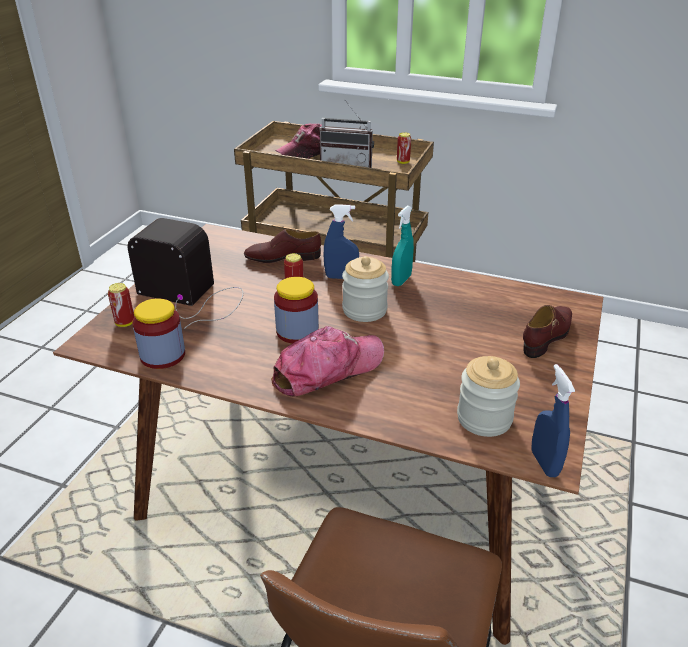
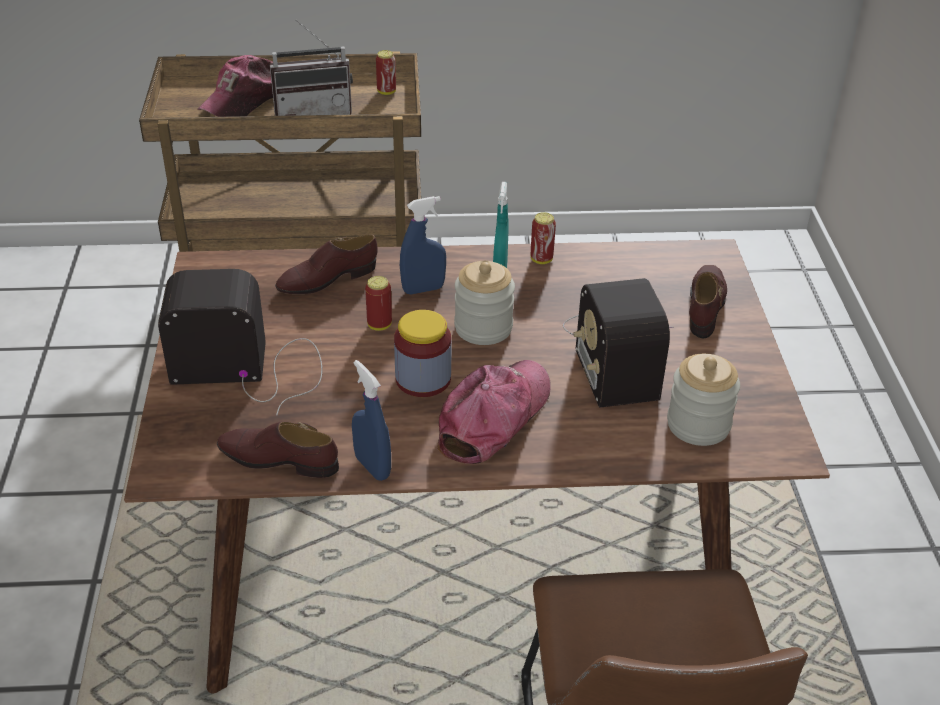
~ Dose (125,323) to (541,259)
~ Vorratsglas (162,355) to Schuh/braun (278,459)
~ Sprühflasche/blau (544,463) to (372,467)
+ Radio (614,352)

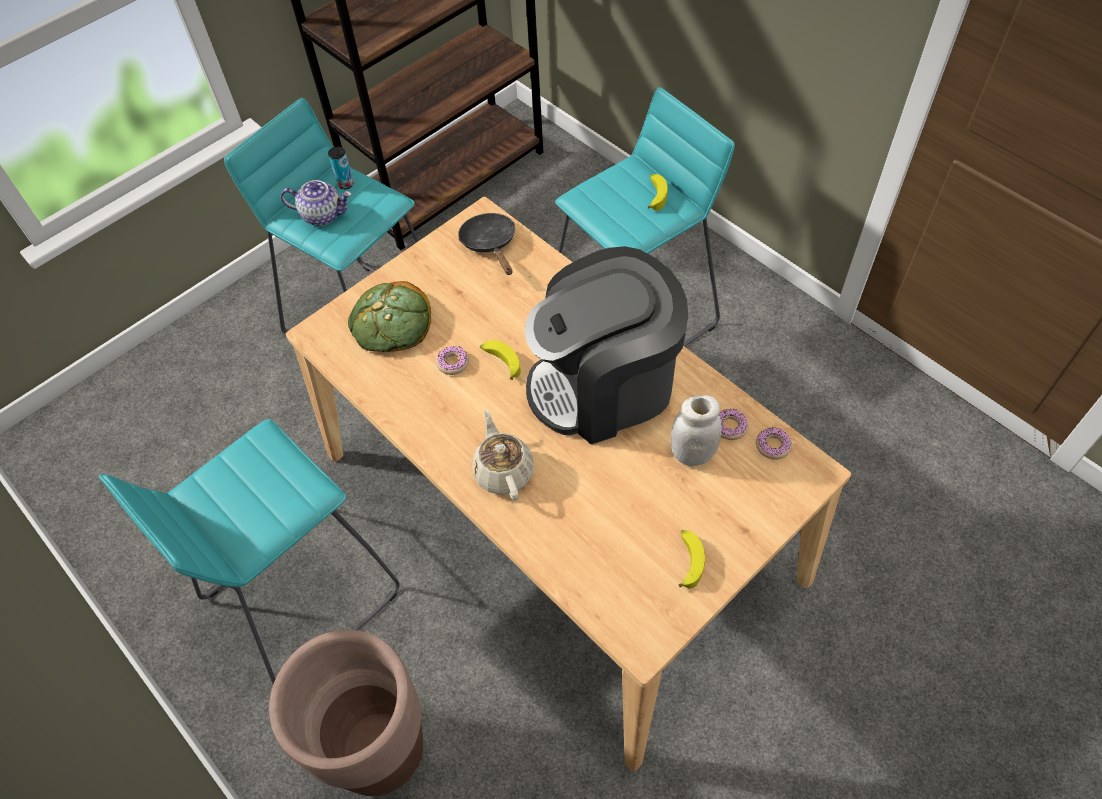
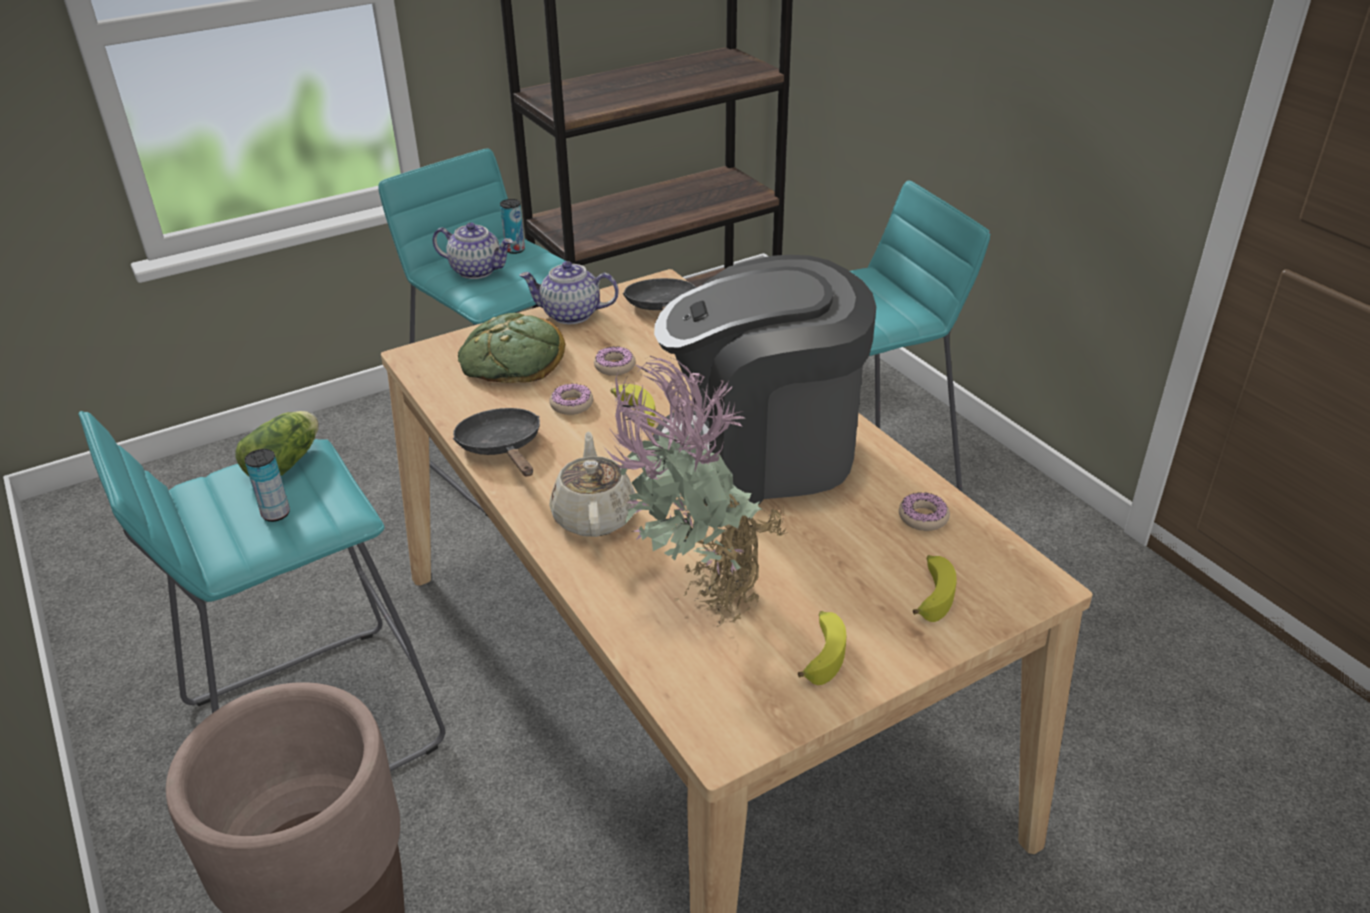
~ Banane (655,195) to (931,593)
- Vorratsglas/weiß (692,453)
~ Donut (773,446) to (615,366)
+ Salatkopf (287,461)
+ Dose (276,514)
+ Pfanne/schwarz (502,448)
+ Teekanne (570,315)
+ Topfpflanze (695,595)

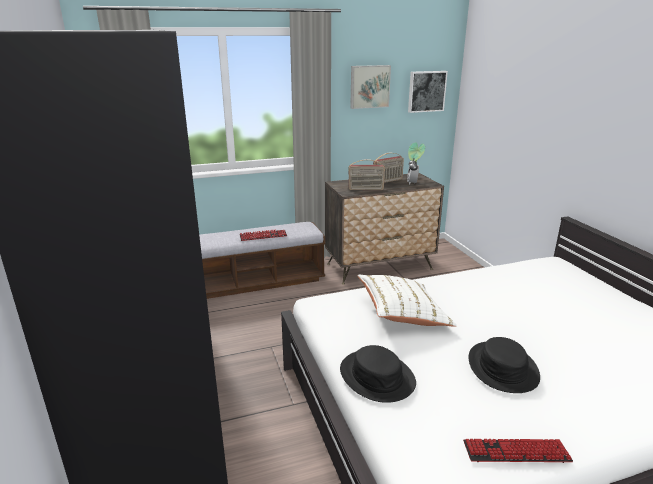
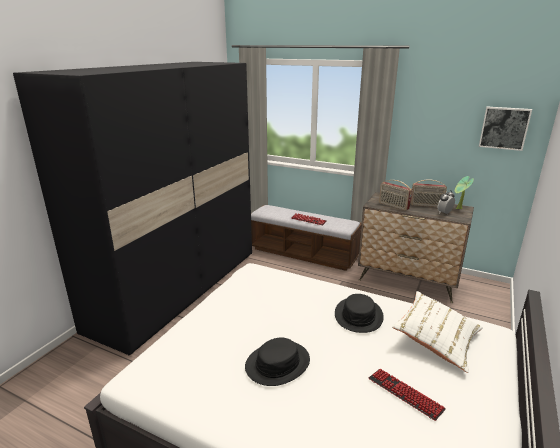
~ Hut/schwarz (377,376) to (358,315)
- Bild (369,86)
~ Kissen/weiß (402,314) to (436,340)
~ Tastatur (516,452) to (405,394)

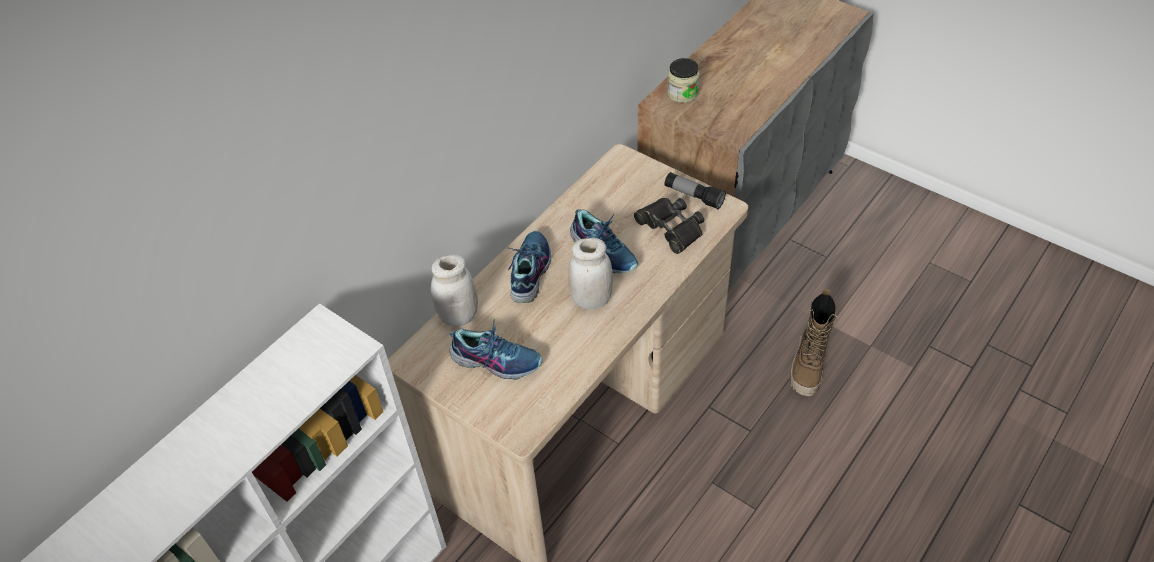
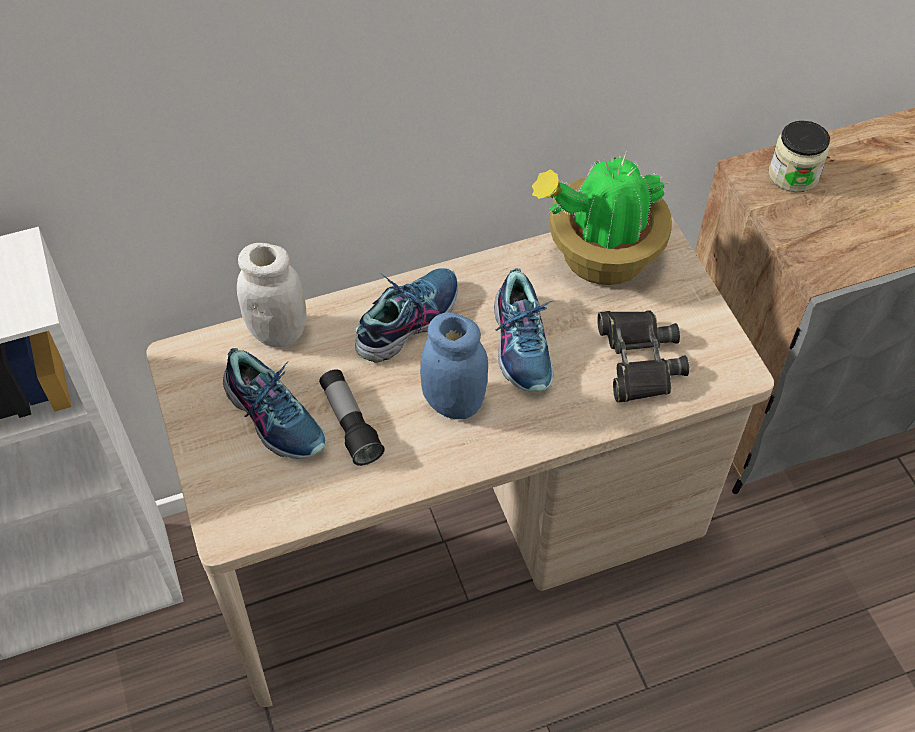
~ Vorratsglas/weiß (591,300) to Vorratsglas/blau (454,402)
~ Taschenlampe (693,196) to (350,424)
- Stiefel (808,367)
+ Topfpflanze (600,258)

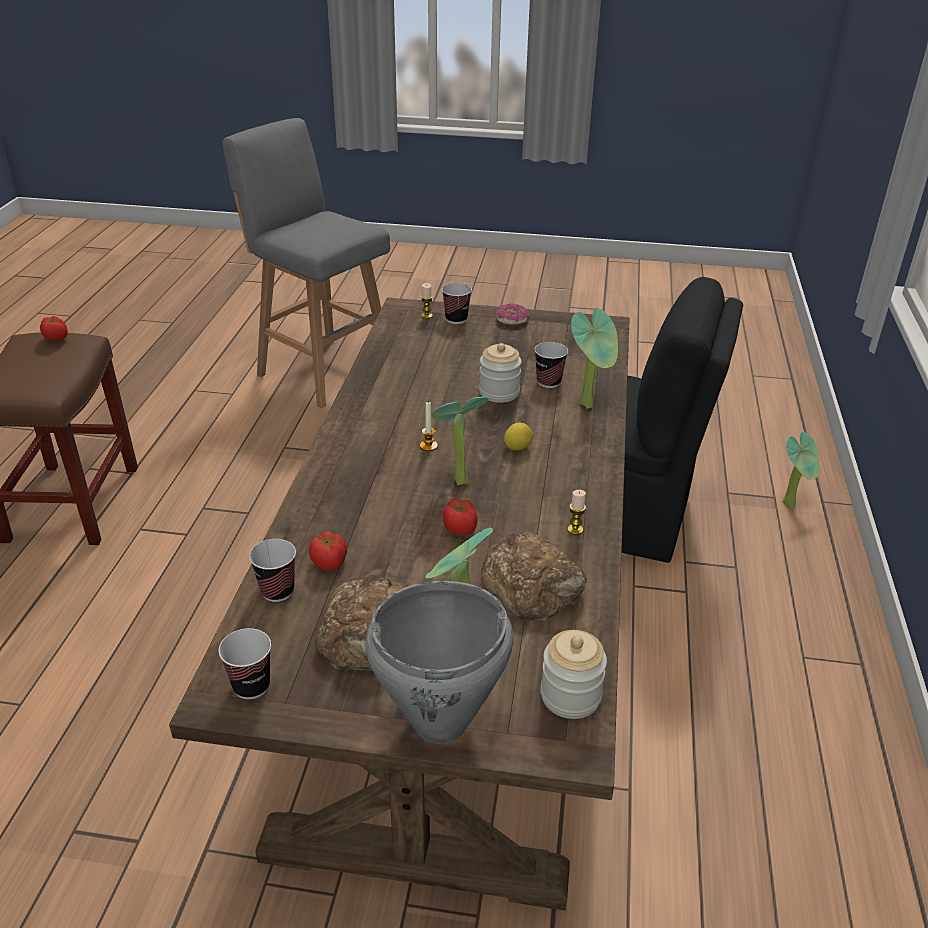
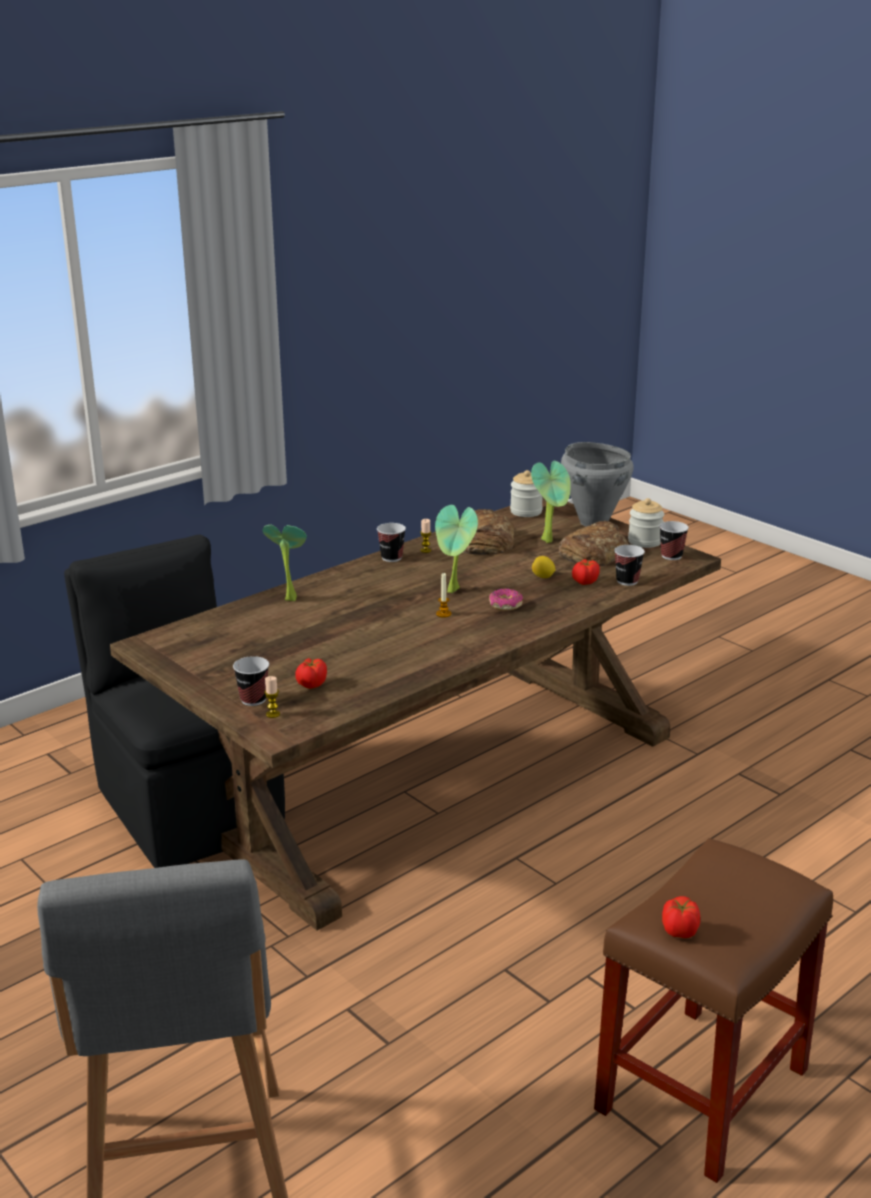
~ Tomate (460,529) to (311,684)
~ Vorratsglas (499,392) to (644,541)
~ Donut (511,319) to (505,605)
~ Zitrone (517,447) to (543,577)
~ Tasse (548,382) to (391,558)
- Topfpflanze (791,504)

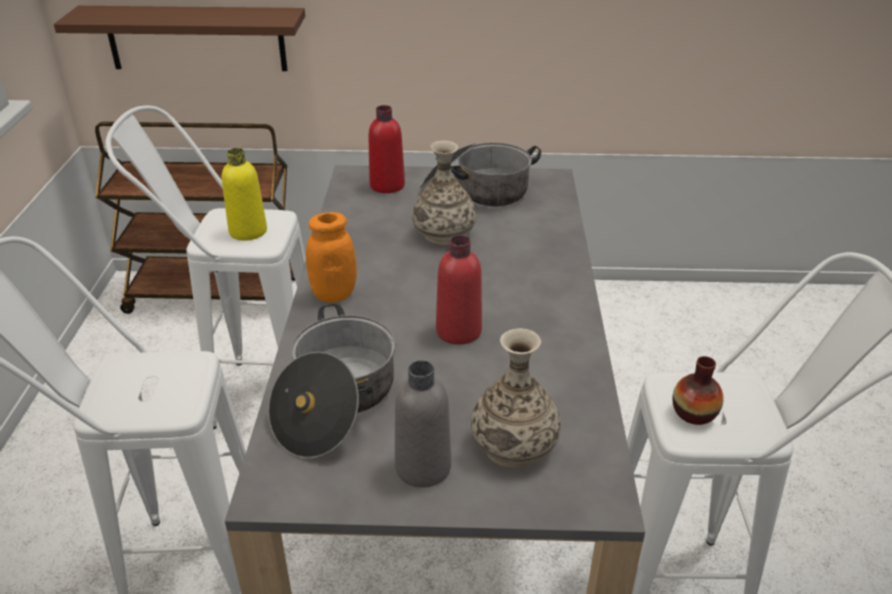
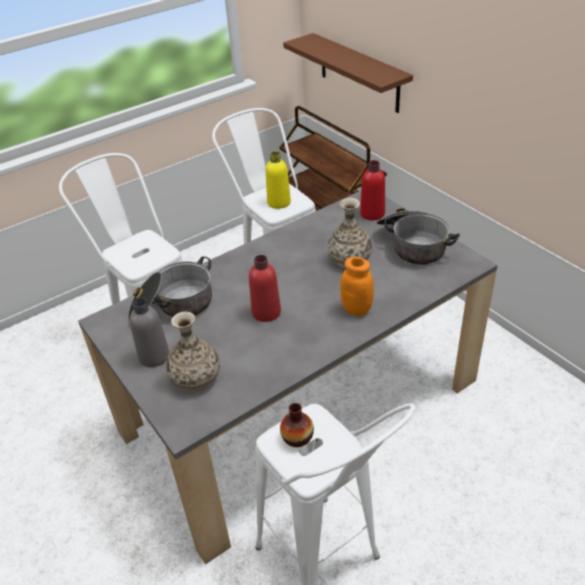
~ Vorratsglas/orange (334,294) to (356,309)

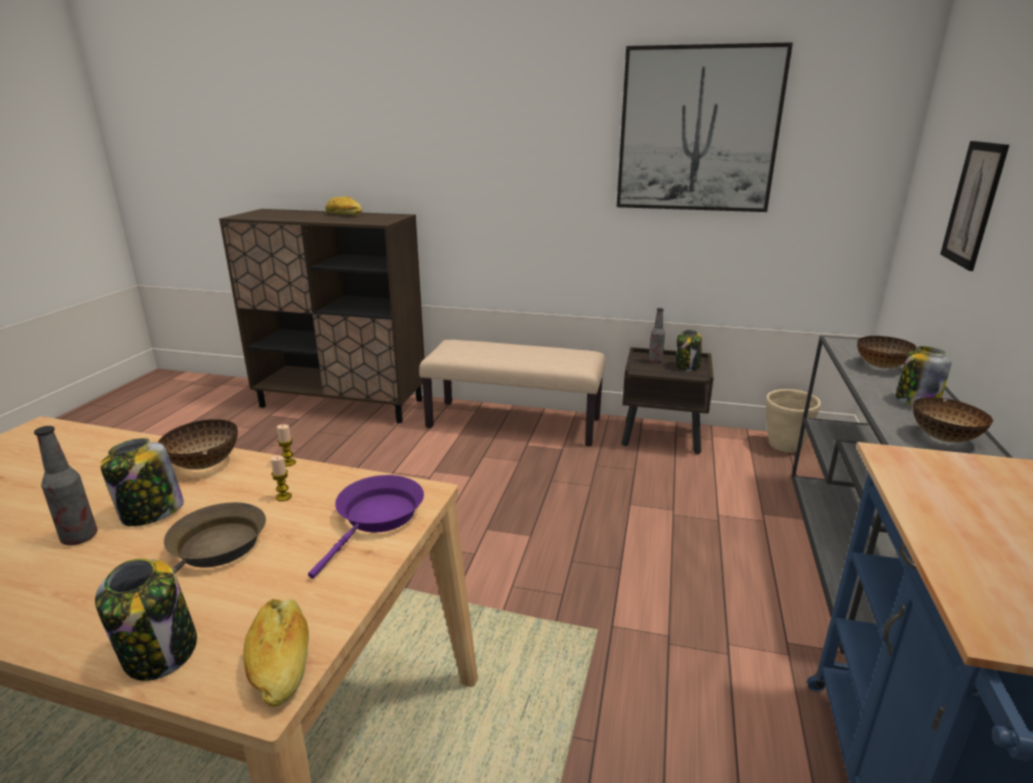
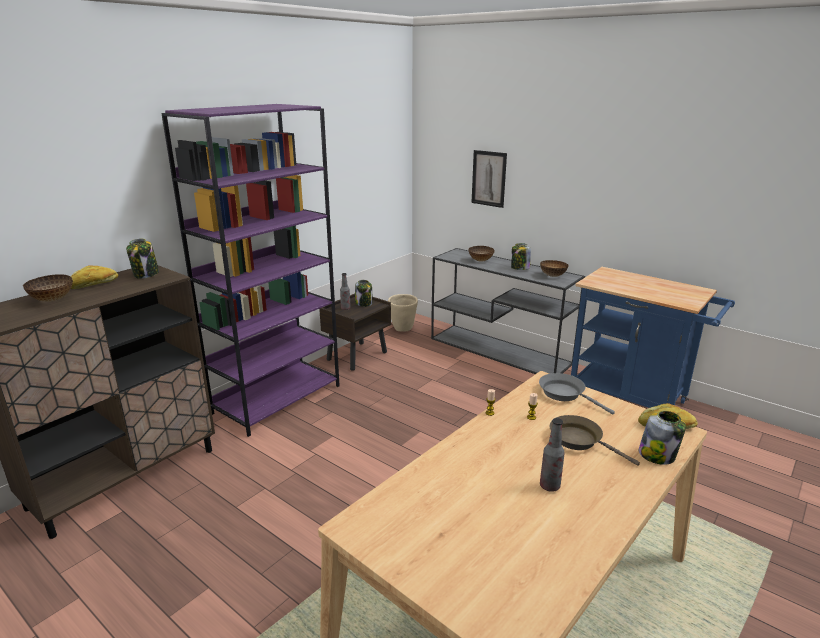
~ Vorratsglas (151,513) to (146,274)
~ Schüssel (203,464) to (52,300)
~ Pfanne/lila (377,518) to Pfanne/grau (565,394)
~ Bank/beige (514,423) to Bücherregal/lila (278,399)
- Bild (698,130)

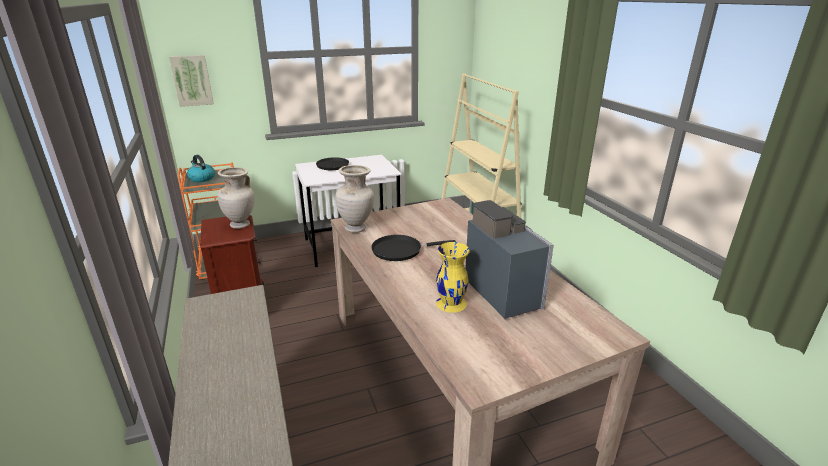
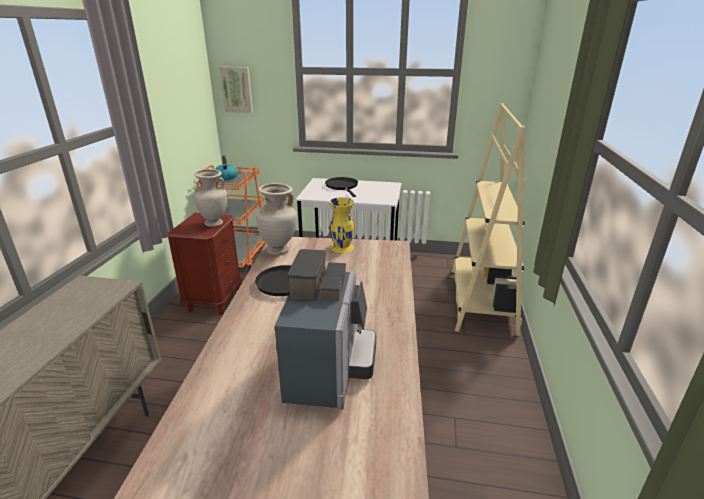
~ Vase/gelb (451,303) to (342,247)

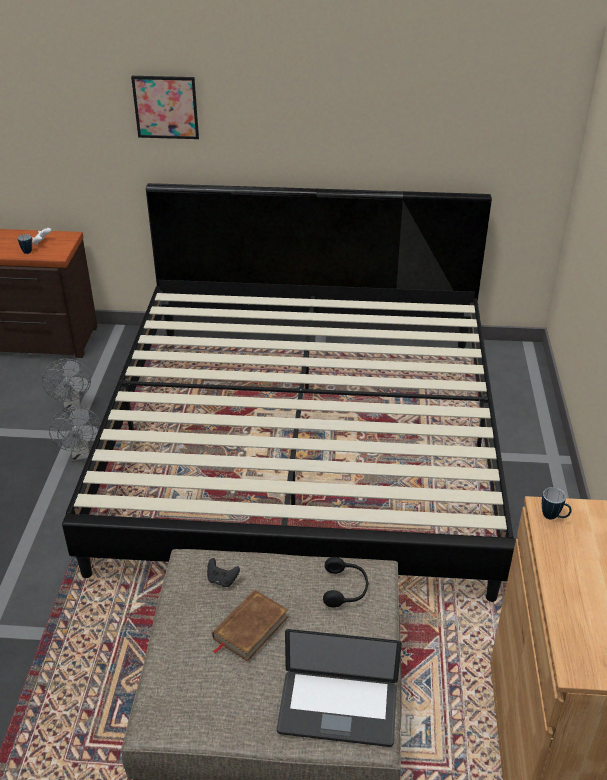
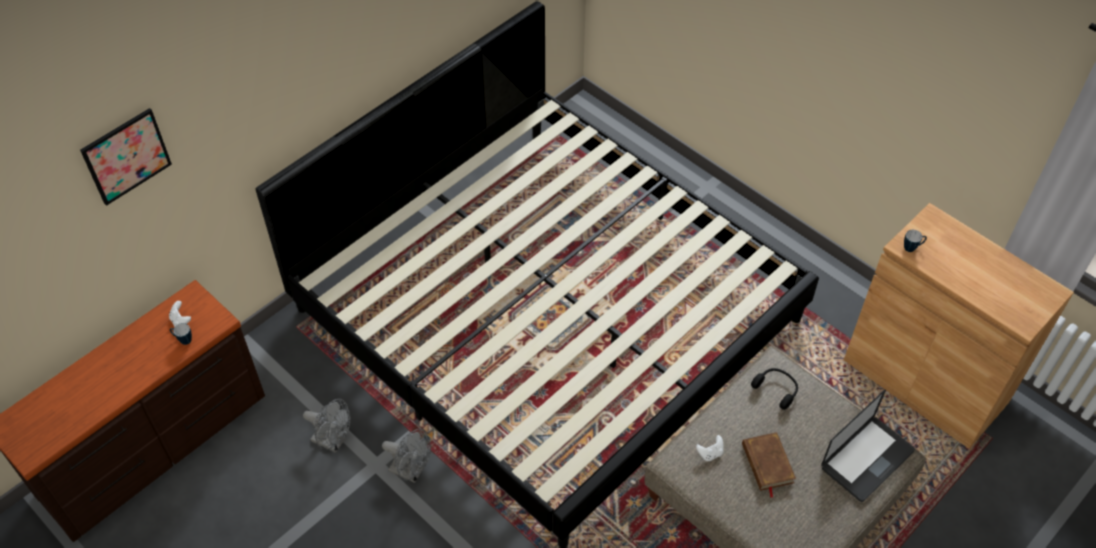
~ Bild (166,107) to (126,156)
~ Gamepad/schwarz (222,580) to Gamepad/weiß (710,453)

